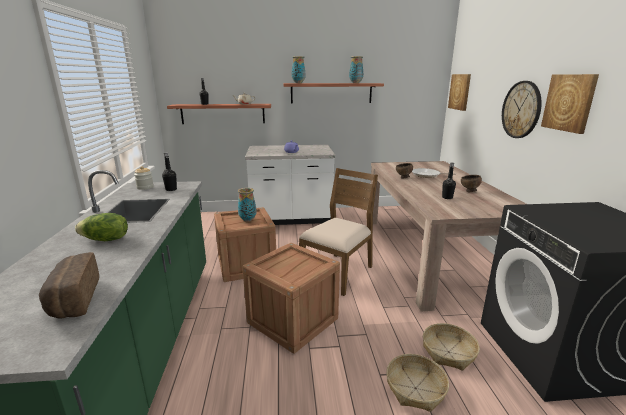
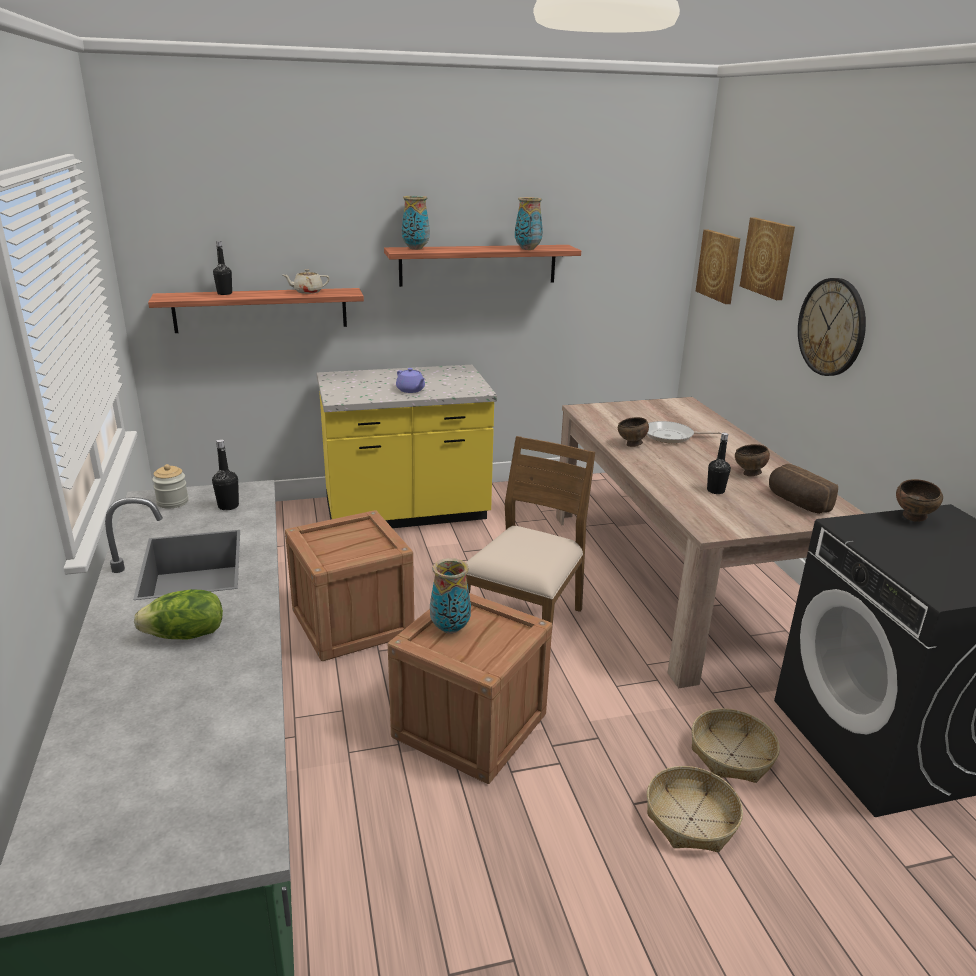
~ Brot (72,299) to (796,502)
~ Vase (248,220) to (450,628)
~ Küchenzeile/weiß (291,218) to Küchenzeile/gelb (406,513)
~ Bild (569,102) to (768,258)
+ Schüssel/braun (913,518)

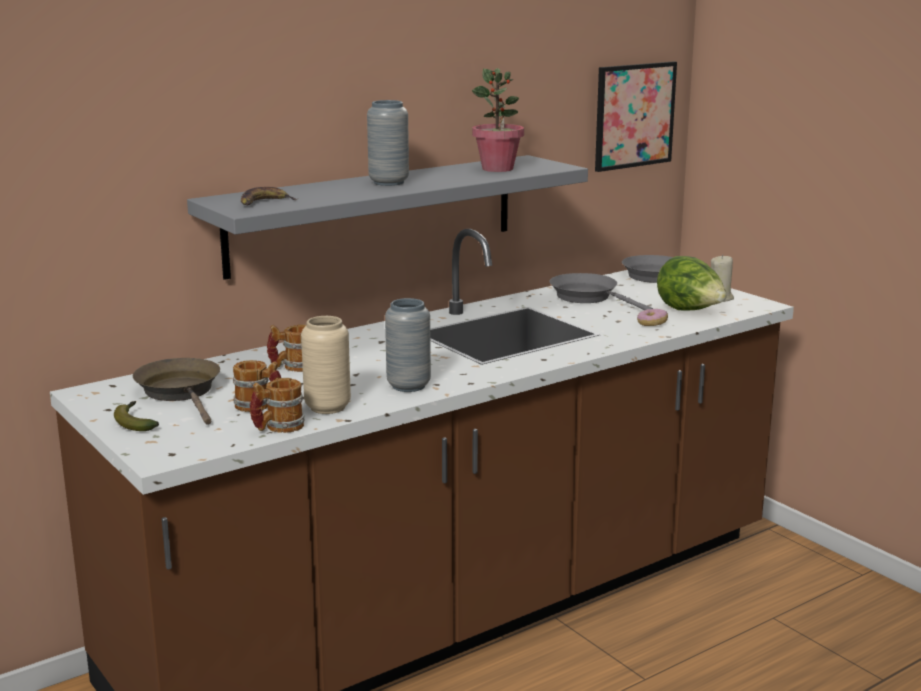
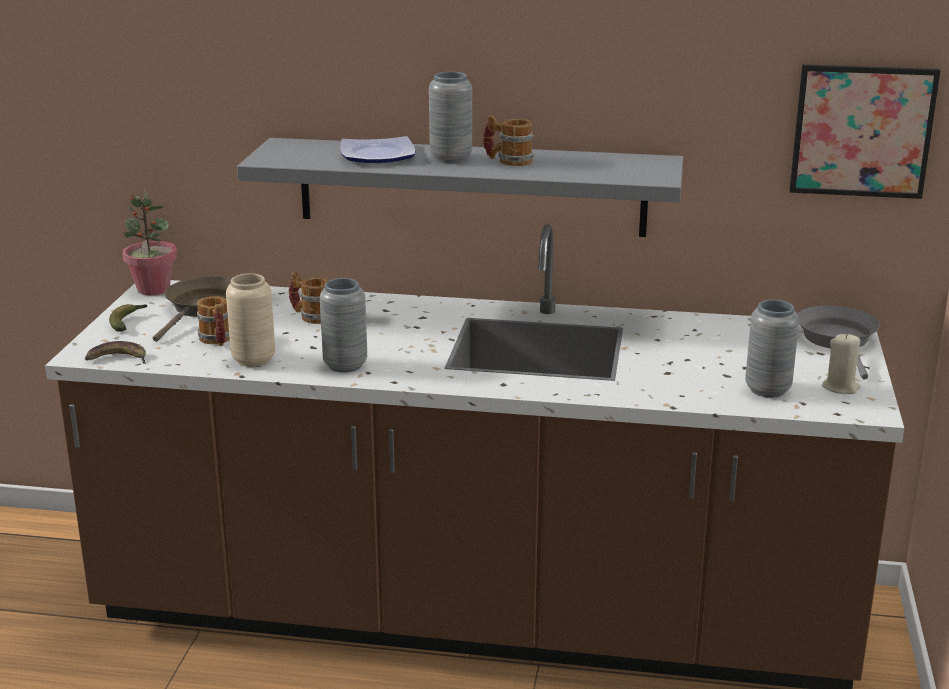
~ Banane (264,202) to (117,358)
~ Henkelbecher (278,428) to (508,161)
~ Topfpflanze (497,169) to (153,289)
- Pfanne/grau (588,297)
- Donut (652,324)
~ Salatkopf (690,311) to Vase/grau (767,390)
+ Teller (376,156)

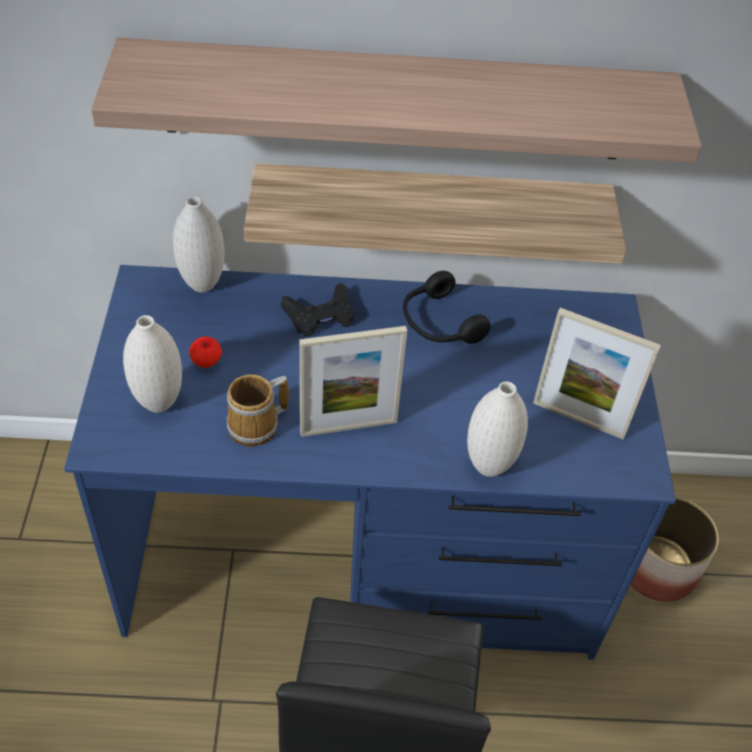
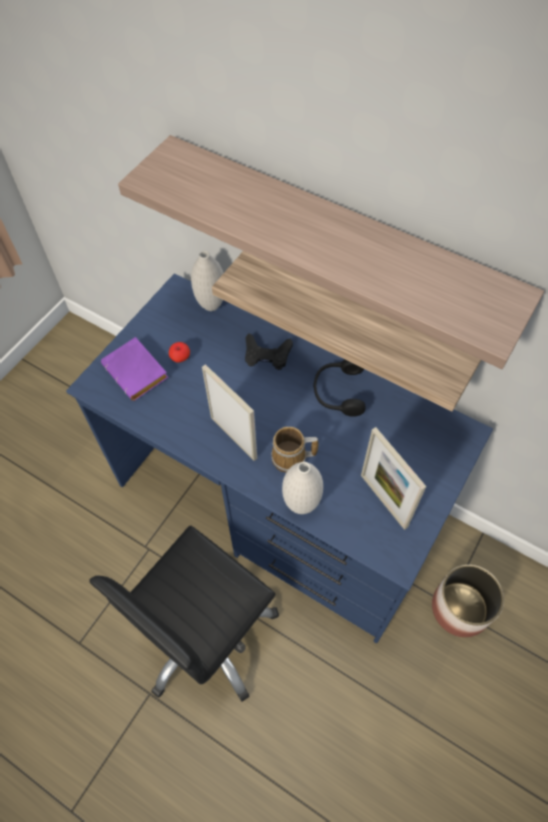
~ Vase/weiß (159,403) to Buch/lila (138,372)
~ Henkelbecher (257,426) to (291,458)
~ Bilderrahmen (348,427) = (233,437) 150 degrees counterclockwise

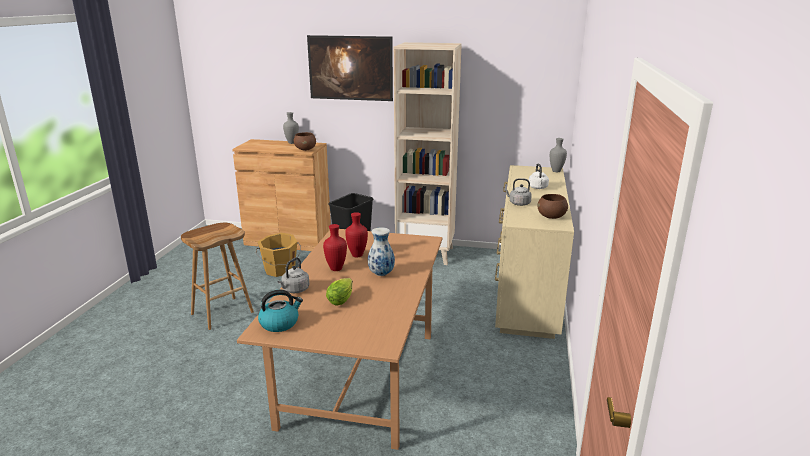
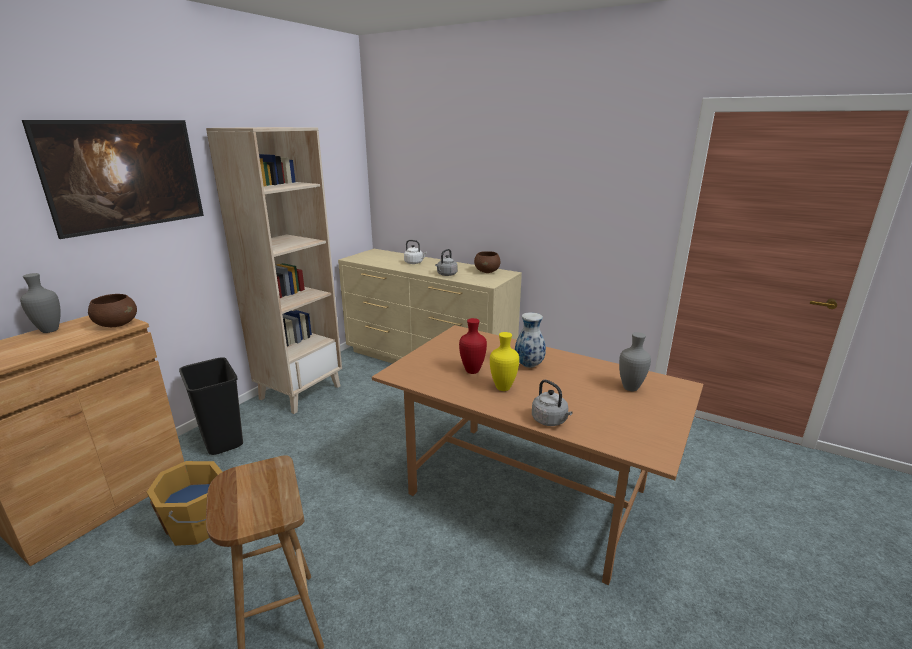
- Wasserkessel (280,323)
~ Vase/rot (335,269) to Vase/gelb (503,388)
- Salatkopf (342,298)
~ Vase/grau (555,171) to (630,388)

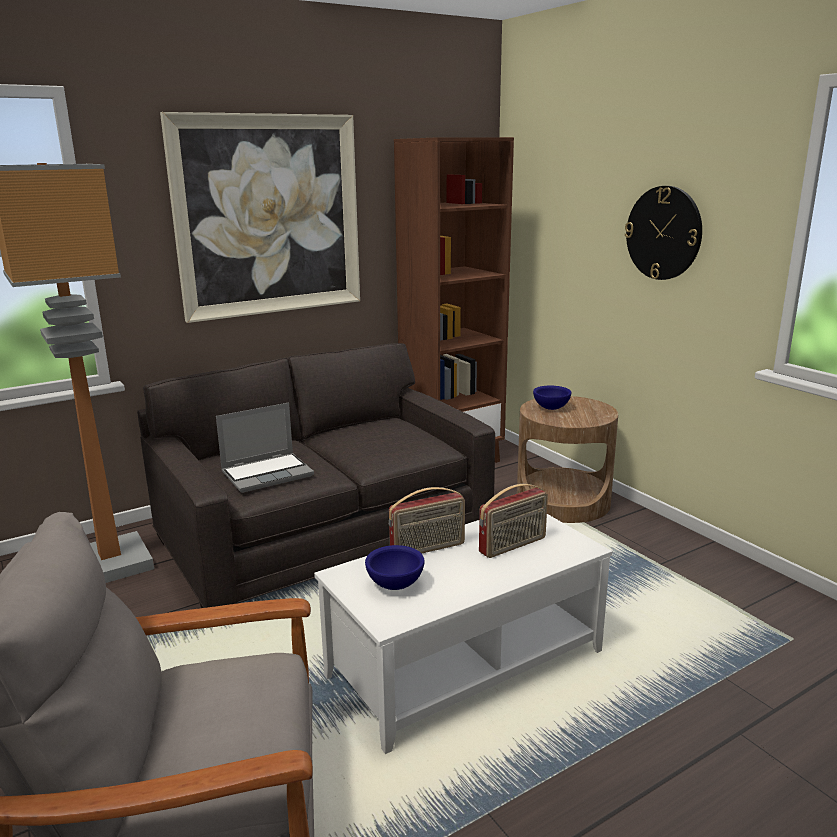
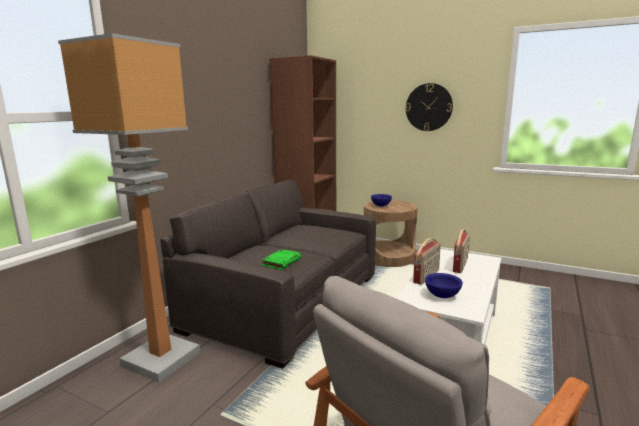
- Bild (268,216)
~ Laptop (268,473) to Buch/grün (282,262)

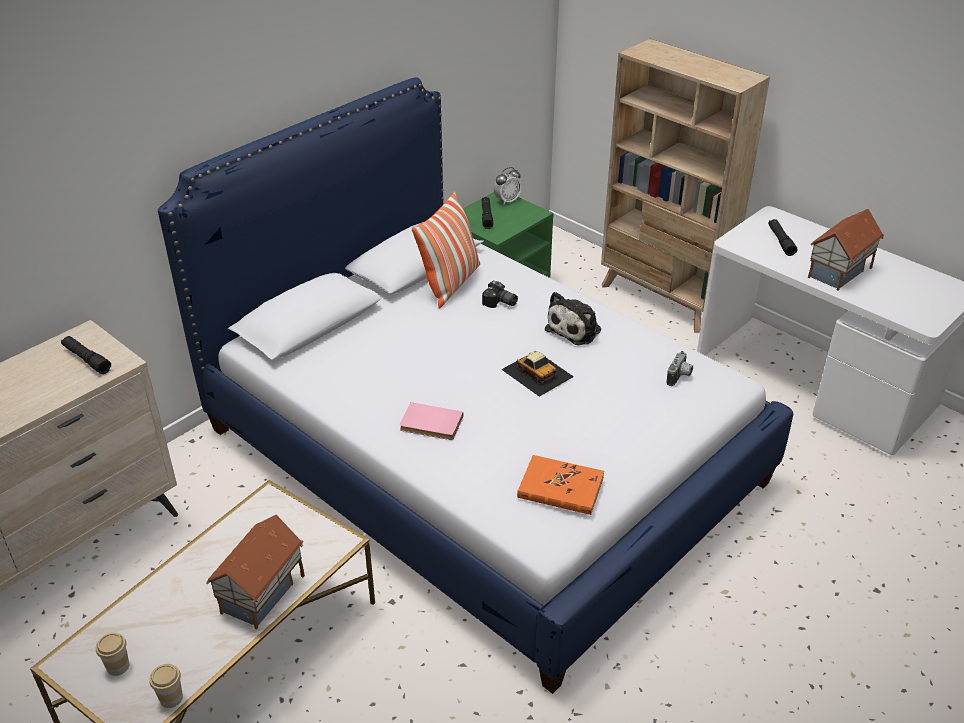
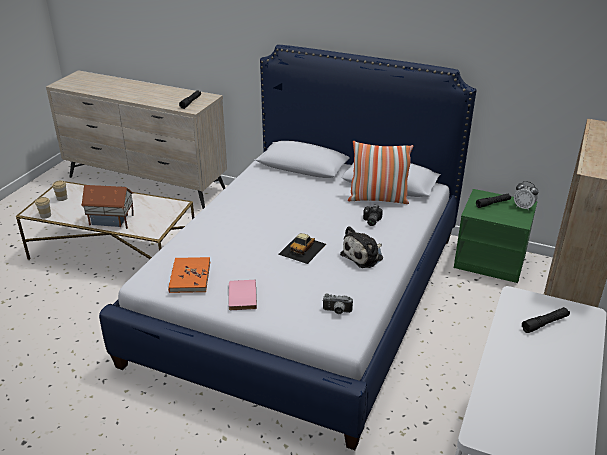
~ Buch/rosa (430,424) to (241,296)
~ Plüschtier (575,329) = (364,256) 60 degrees counterclockwise
- Spielzeughaus (840,273)

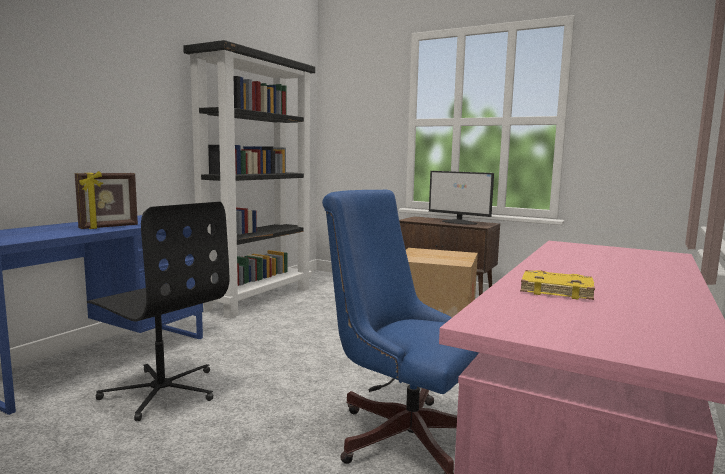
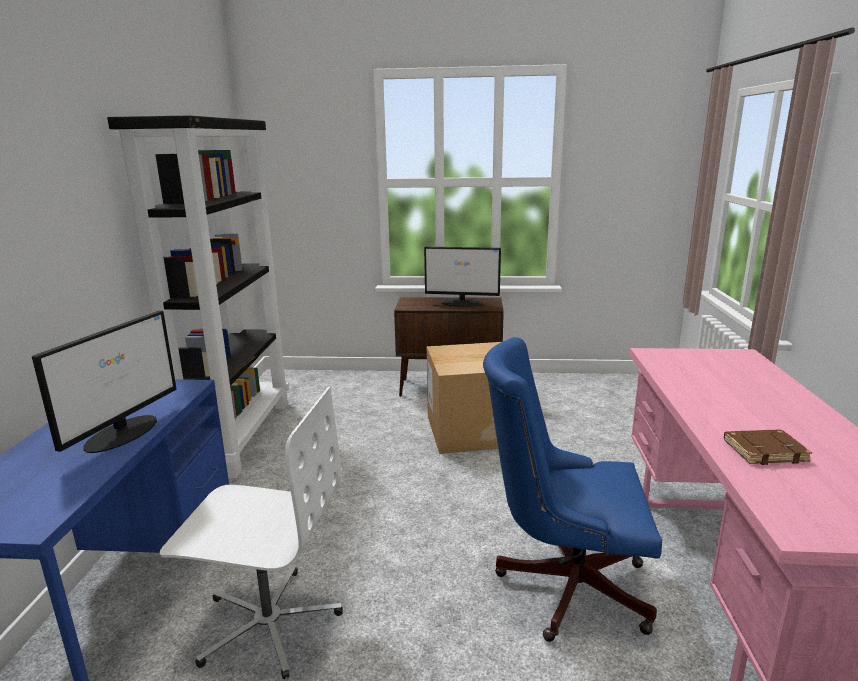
~ Bilderrahmen (109,227) to Monitor (123,432)
~ Bürostuhl/schwarz (162,391) to Bürostuhl/weiß (268,622)
~ Buch/gelb (557,290) to Buch/braun (764,451)

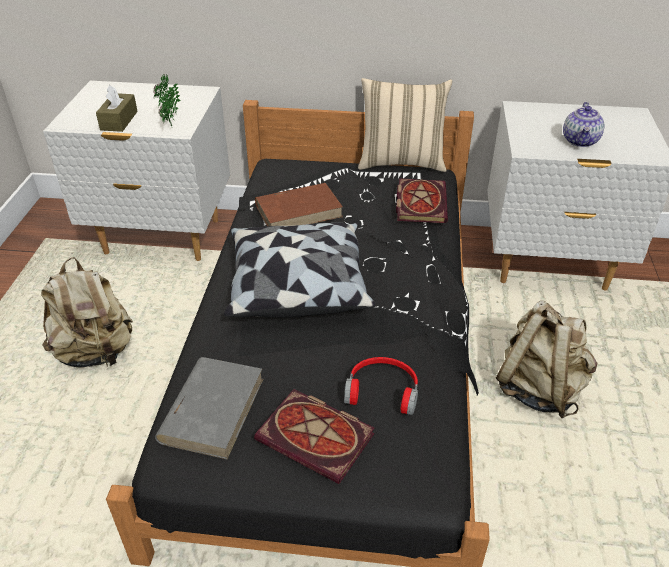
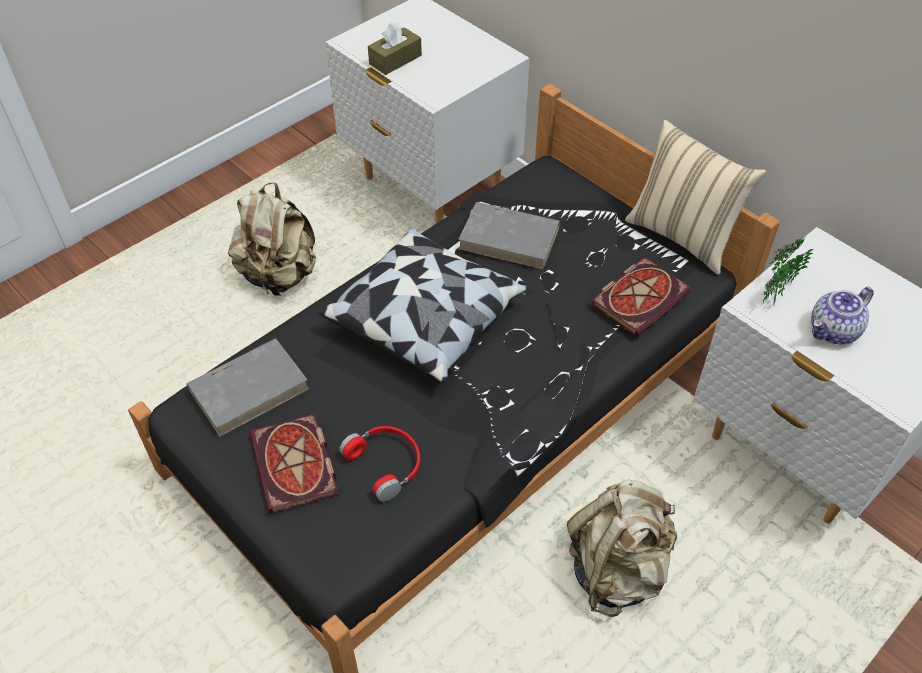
~ Topfpflanze (169,123) to (775,293)
~ Buch/braun (299,210) to Buch/grau (510,238)

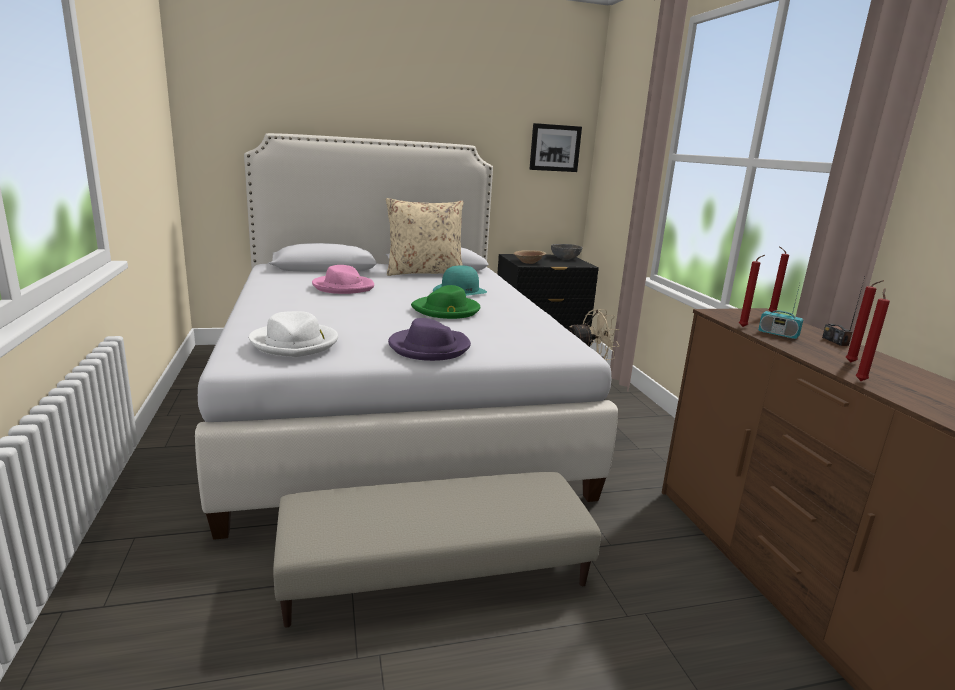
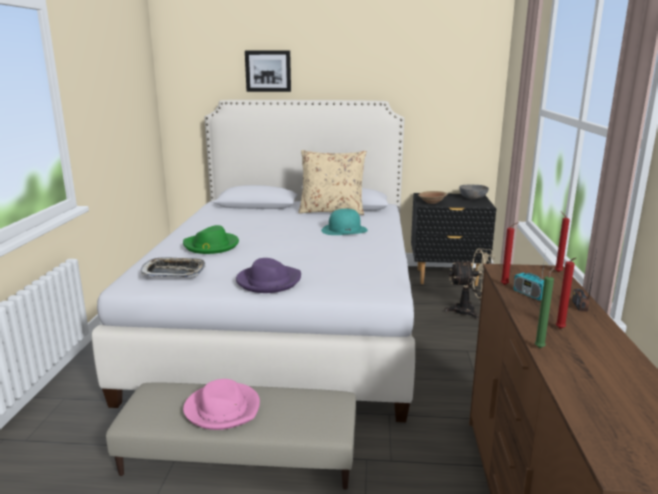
~ Hut/weiß (295,343) to Tablett (174,272)
~ Hut/rosa (343,287) to (223,409)
~ Hut/grün (446,310) to (211,246)
~ Bild (554,148) to (268,71)
~ Kerze/rot (860,380) to Kerze/grün (540,347)

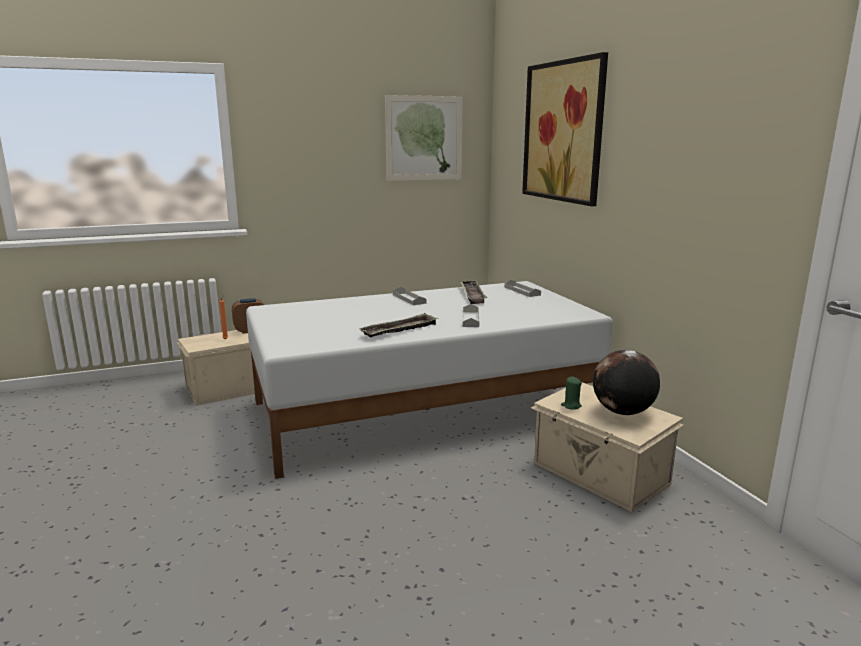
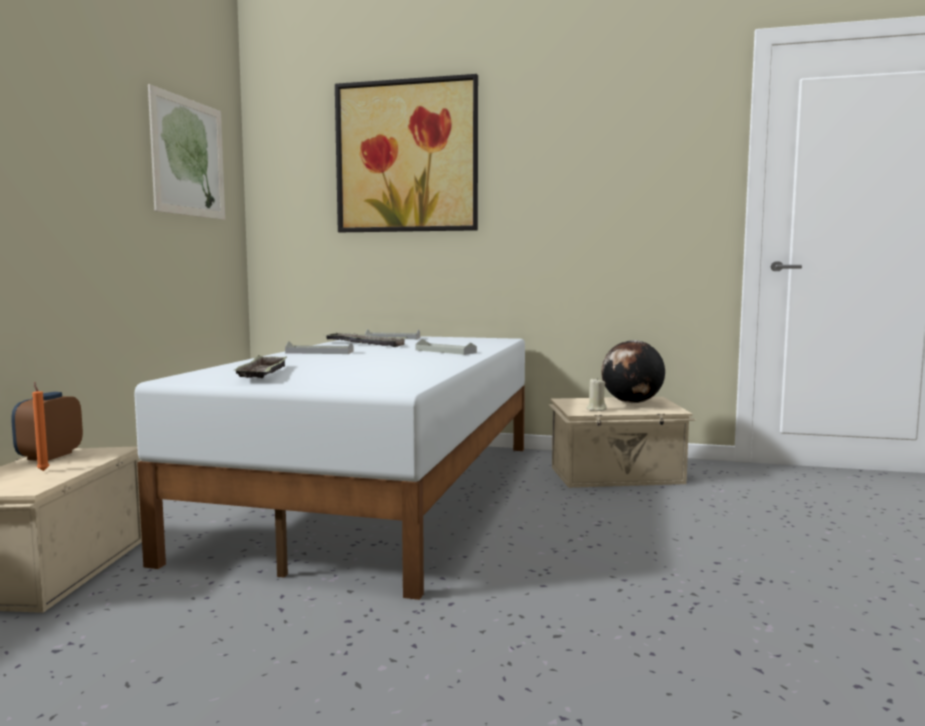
~ Tablett (399,330) to (263,374)
~ Kerze/grün (571,406) to Kerze/beige (596,409)

